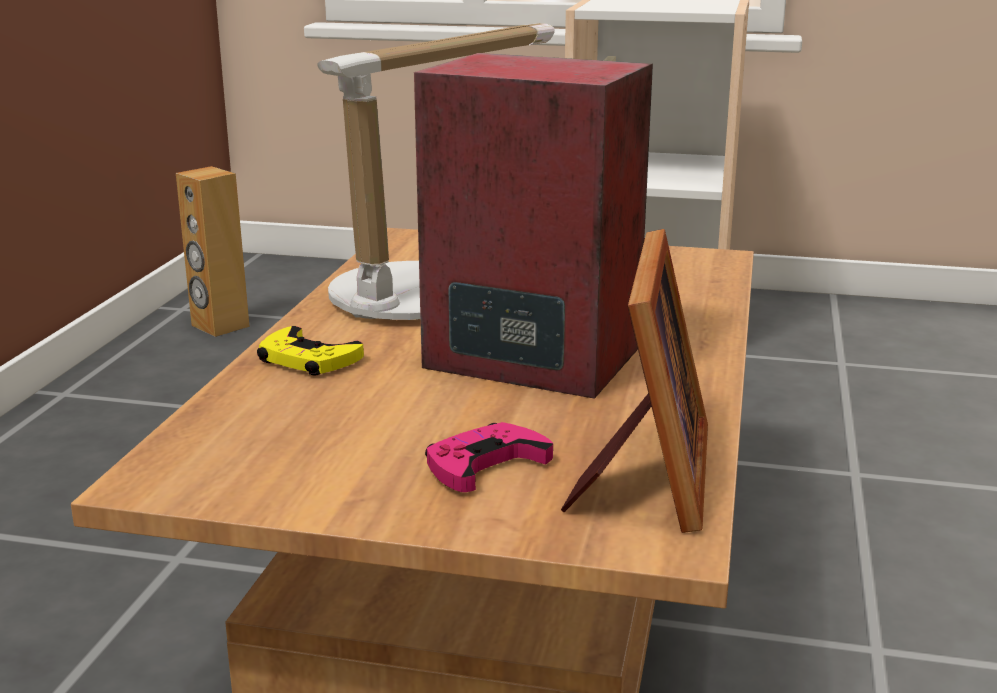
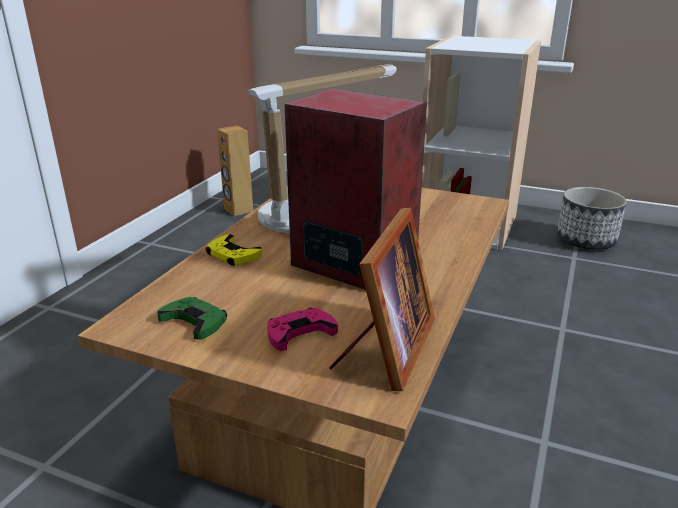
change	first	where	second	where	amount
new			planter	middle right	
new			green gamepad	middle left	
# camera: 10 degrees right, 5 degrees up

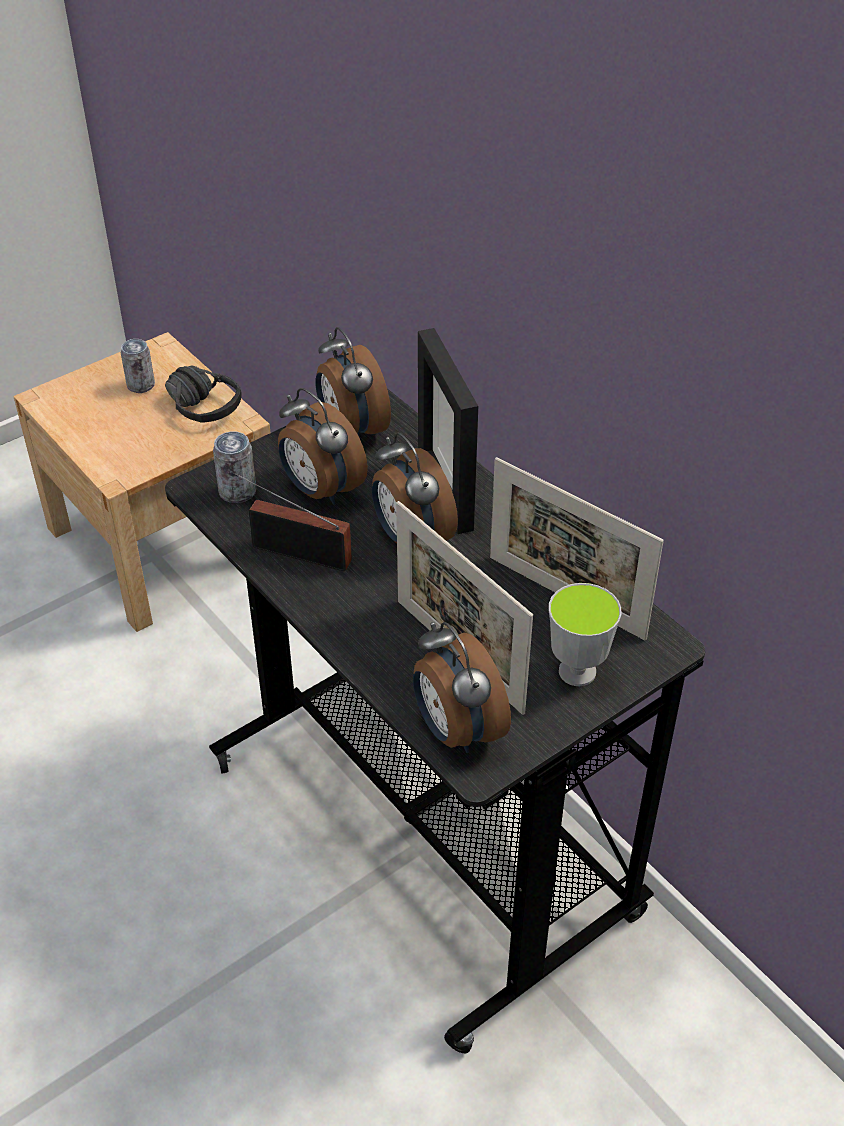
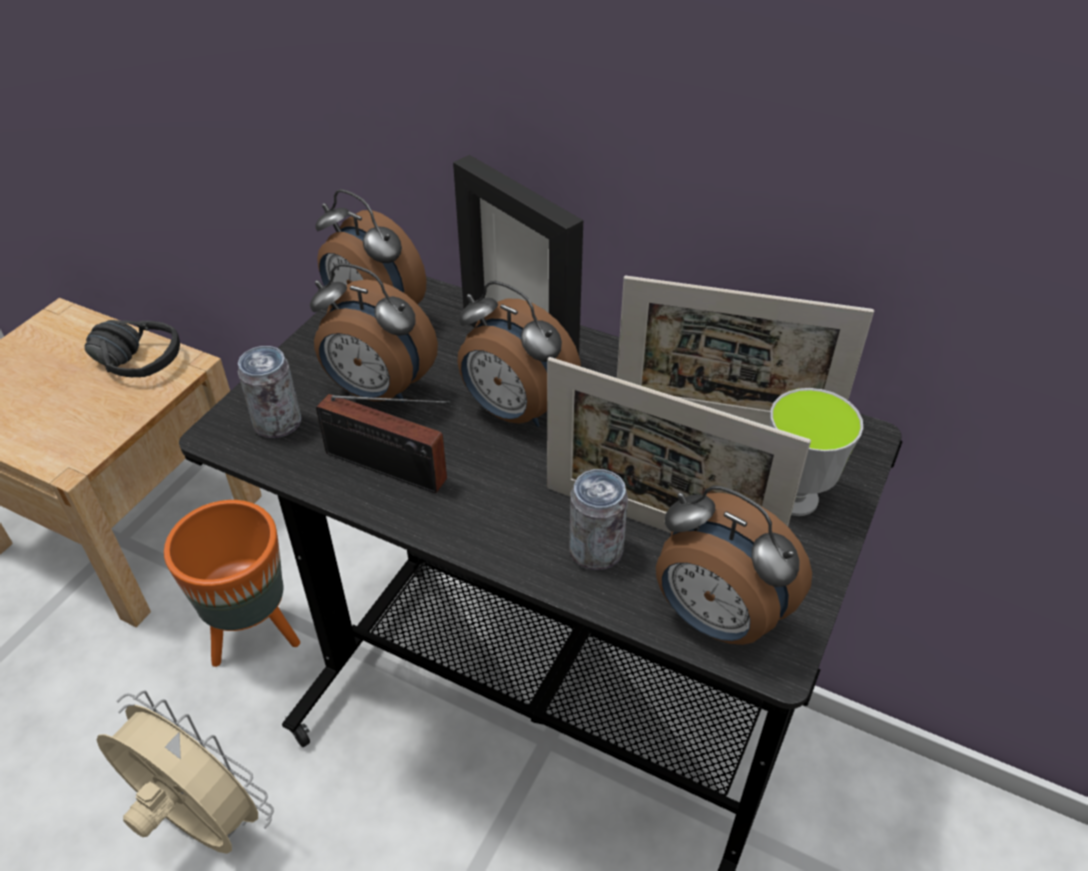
change	first	where	second	where	amount
shifted	can (no. 1 from left in the first image)	top left	can (no. 2 from left)	centre	
rotated	radio receiver	centre		centre	150 degrees counterclockwise
new			orangey planter	bottom left	
new			beige-coloured cooling fan	bottom left	
# camera: 25 degrees left, 0 degrees up

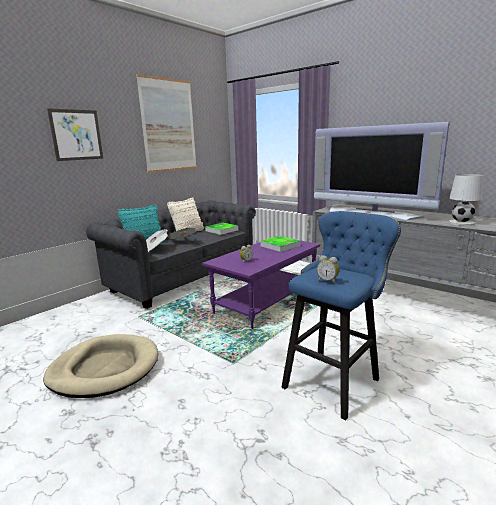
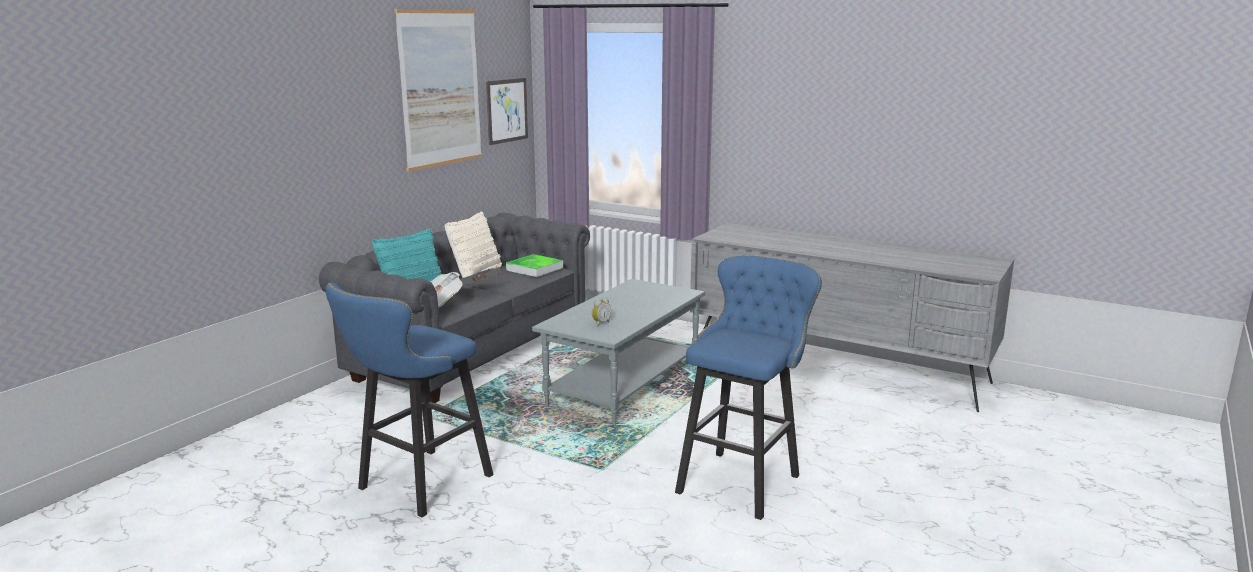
change	first	where	second	where	amount
shifted	picture (no. 1 from left in the first image)	top left	picture (no. 2 from left)	top centre	
gone	TV set	middle right			
gone	whitish table lamp	middle right			
repainted	purple low table	centre	grey low table	centre	
gone	carrying tray (no. 2 from left)	centre			
gone	bedside clock (no. 2 from left)	centre			
swapped	beige-coloured pet bed	bottom left	blue-coloured stool seat (no. 1 from left)	bottom left	
# camera: 10 degrees left, 0 degrees up

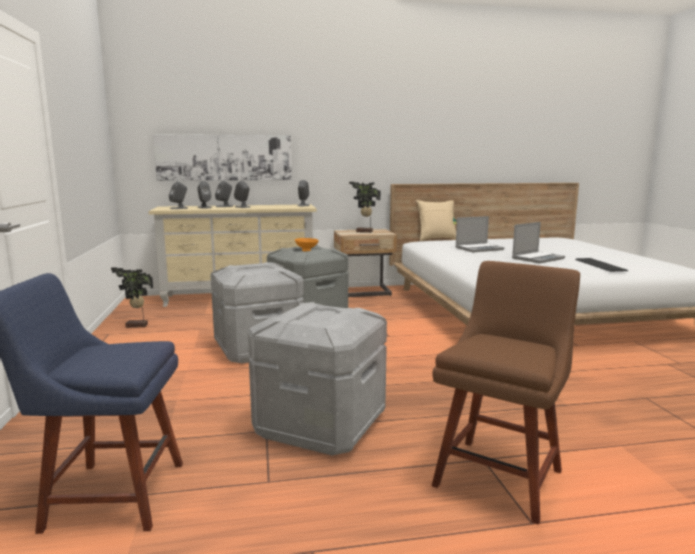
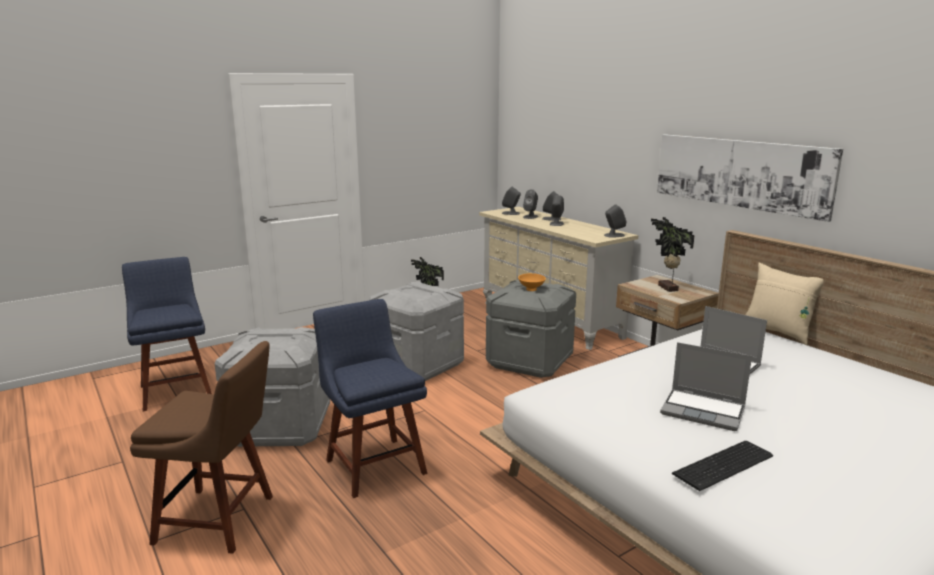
change	first	where	second	where	amount
shifted	picture	top left		top right	
new			blue-coloured chair (no. 2 from left)	bottom centre	
# camera: 65 degrees right, 5 degrees up

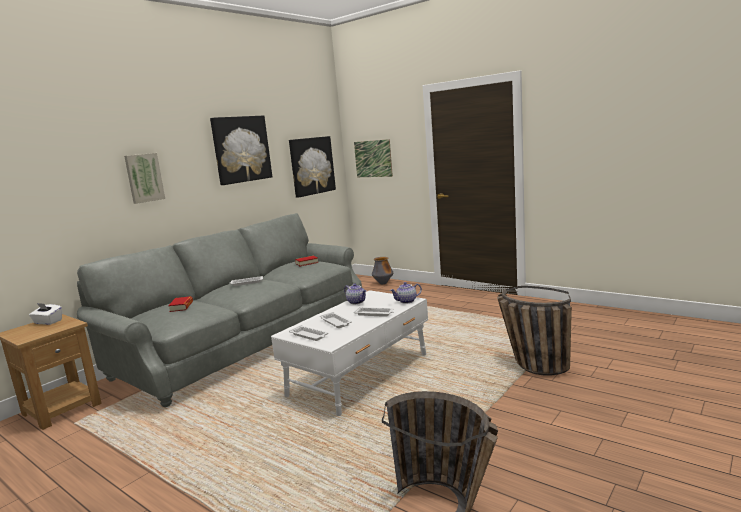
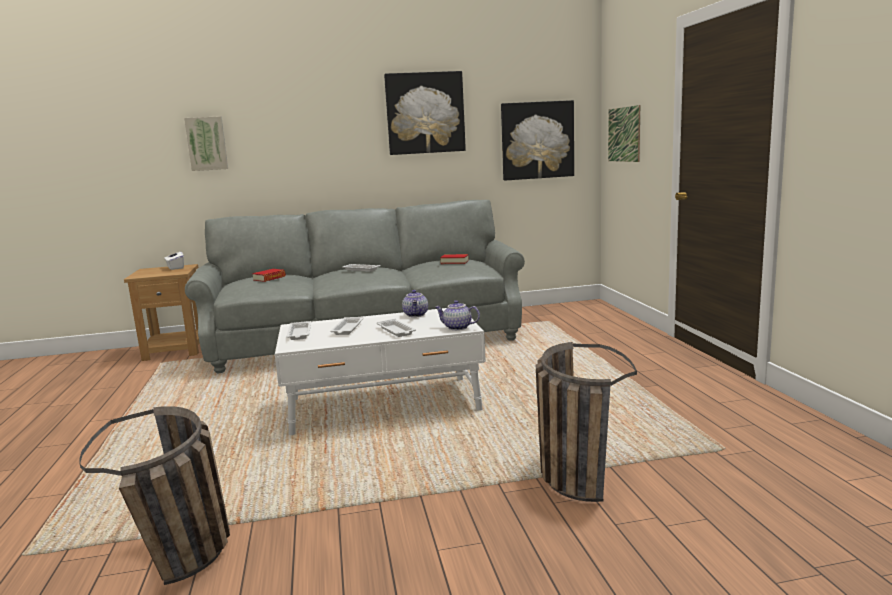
change	first	where	second	where	amount
shifted	picture (no. 1 from left)	middle left		top left	
gone	decorative vase	centre			
# camera: 40 degrees right, 0 degrees up

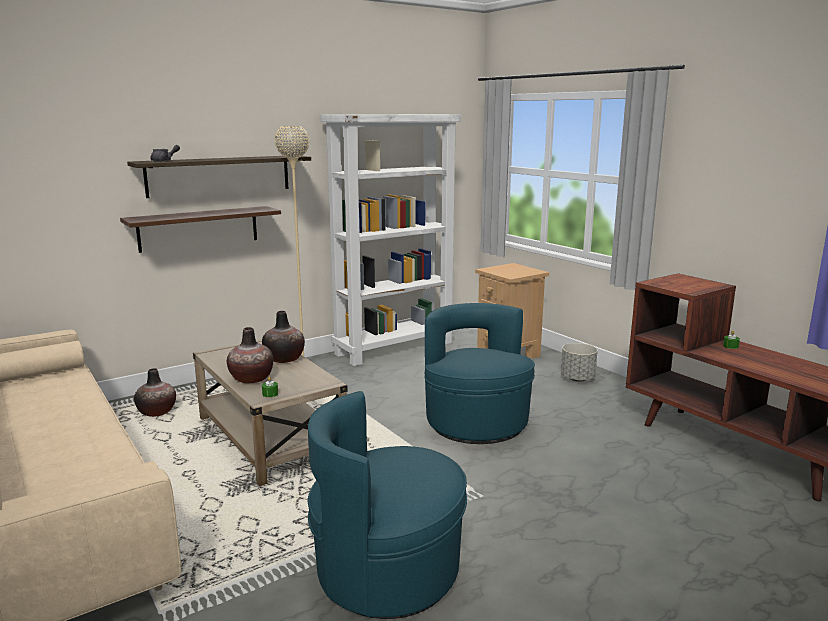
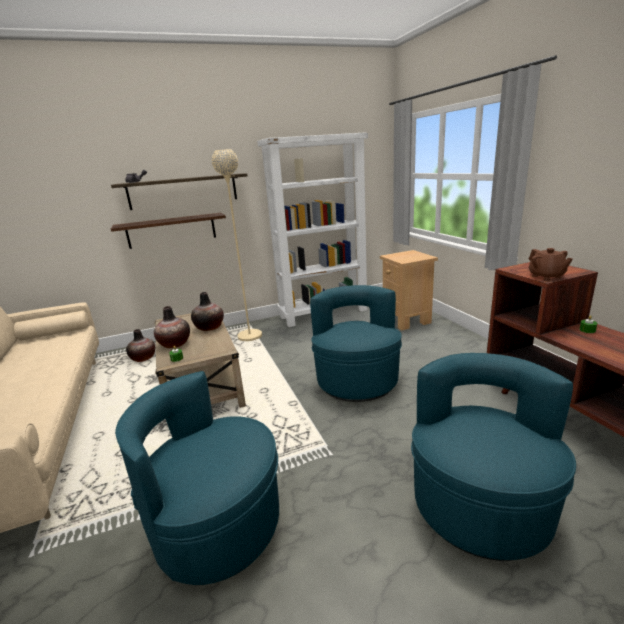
change	first	where	second	where	amount
gone	grey planter	middle right			
new			brownish pot for tea	middle right	
new			blue-green easy chair (no. 3 from left)	bottom right	
# camera: 15 degrees right, 5 degrees up

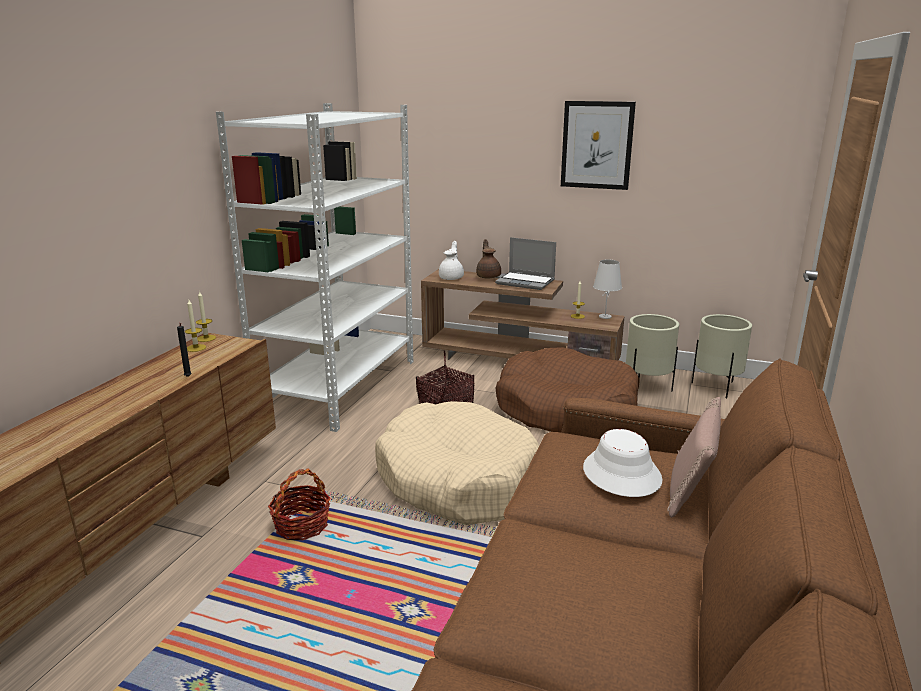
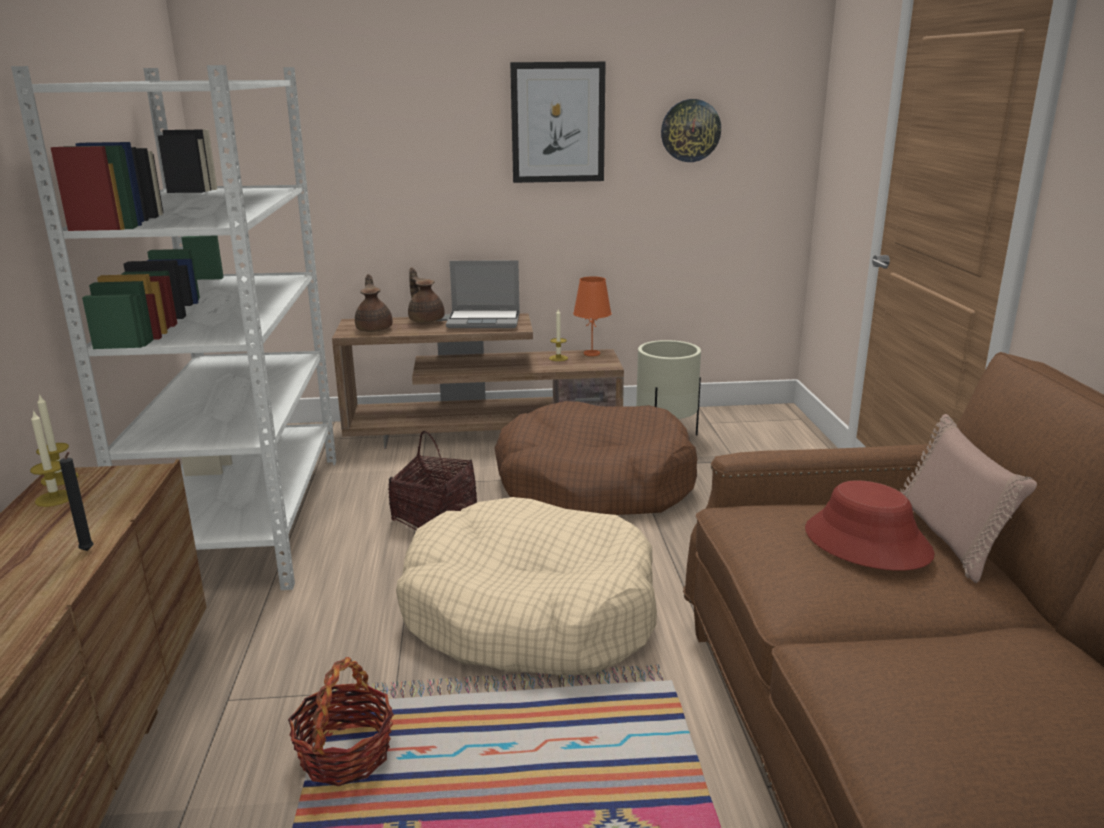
change	first	where	second	where	amount
repainted	whitish pot for tea	centre	brownish pot for tea (no. 1 from left)	centre	
repainted	whitish table lamp	centre	orangey table lamp	centre	
gone	beige-coloured planter (no. 2 from left)	middle right			
repainted	whitish wearable hat	bottom right	red wearable hat	middle right	
new			wall clock	top centre	
# camera: 25 degrees left, 0 degrees up

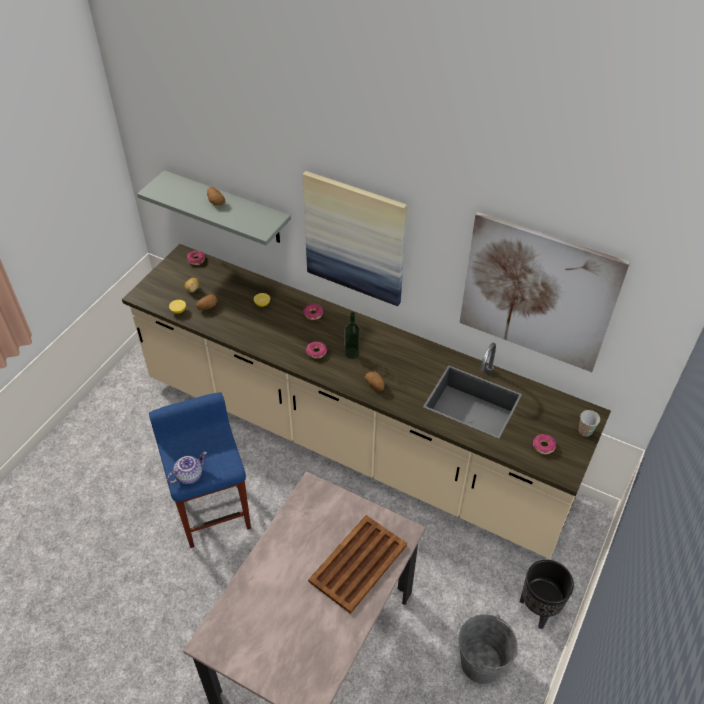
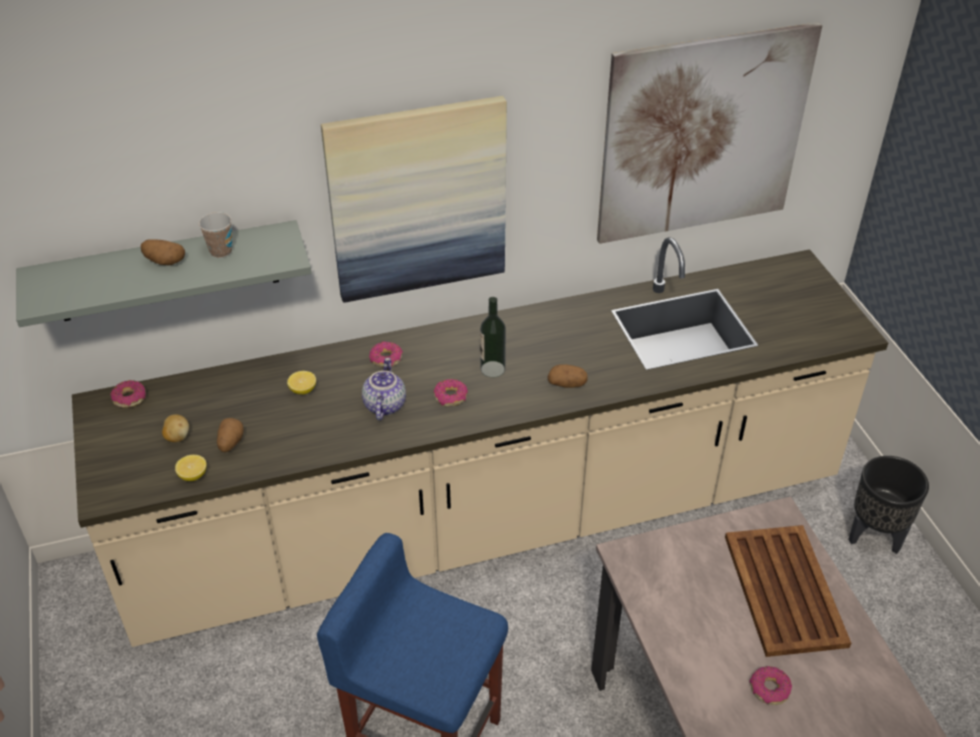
change	first	where	second	where	amount
shifted	small cup	middle right		top left	
shifted	ring doughnut (no. 4 from left)	middle right		bottom right	
shifted	pot for tea	middle left		centre	
gone	grey water bucket	bottom right			
# camera: 45 degrees left, 5 degrees down

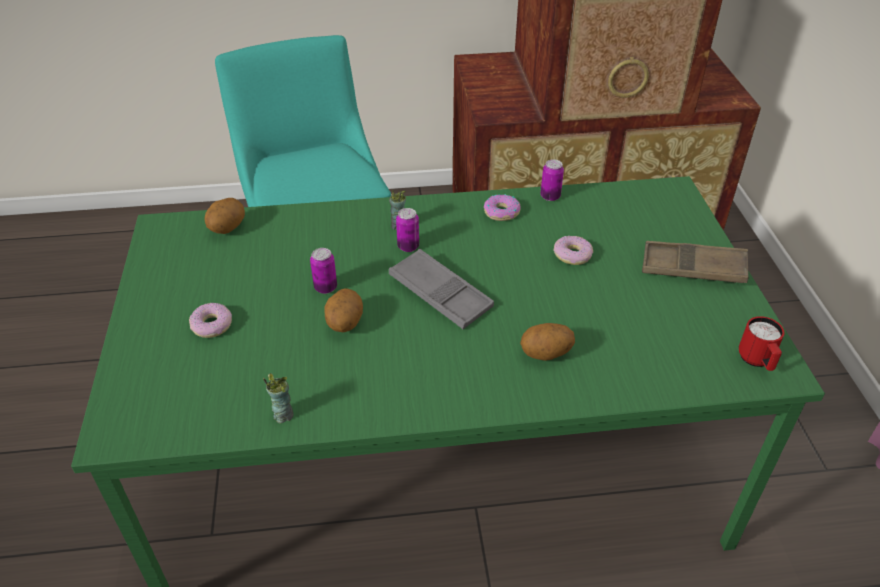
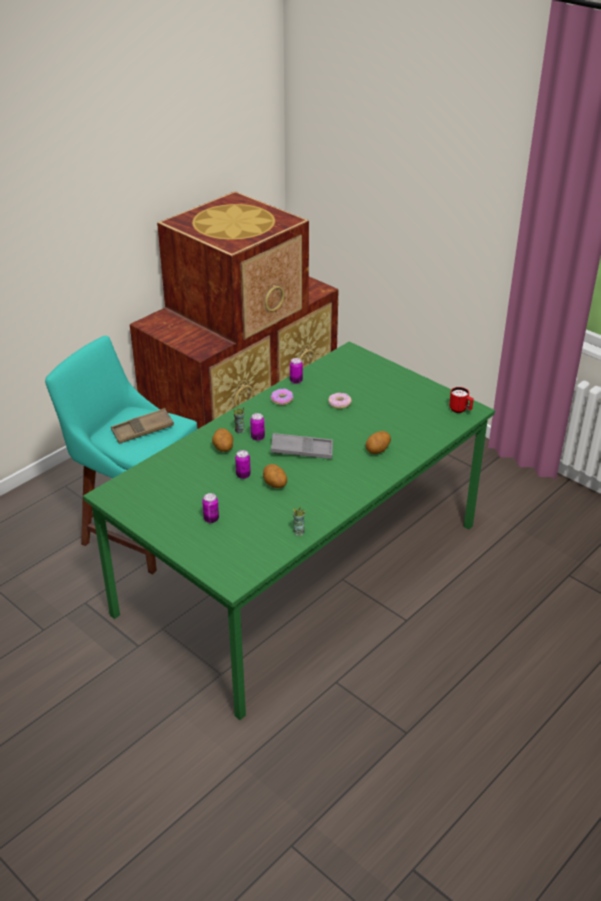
change	first	where	second	where	amount
shifted	whole potato (no. 1 from left)	middle left		centre	
shifted	brownish carrying tray	middle right		middle left	
swapped	ring doughnut (no. 1 from left)	middle left	can (no. 1 from left)	centre	
# camera: 40 degrees left, 5 degrees down

